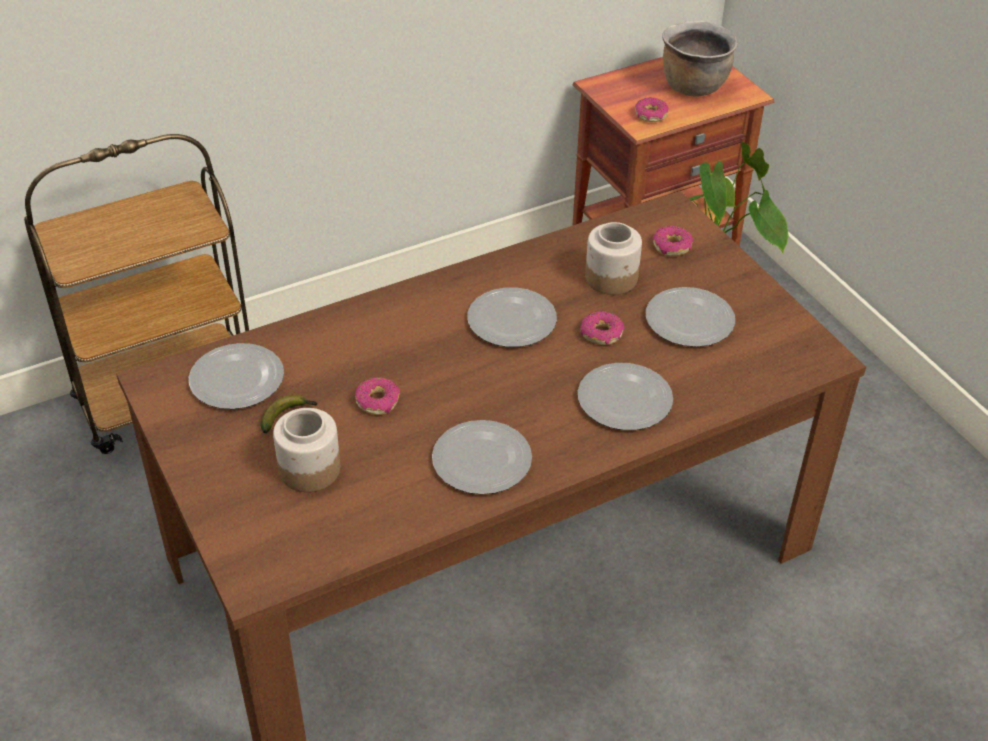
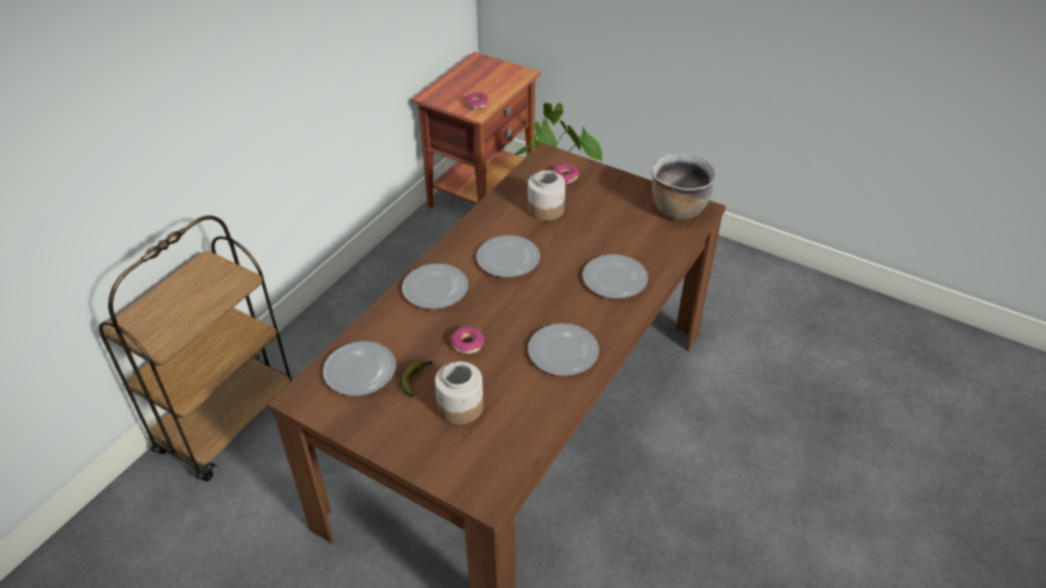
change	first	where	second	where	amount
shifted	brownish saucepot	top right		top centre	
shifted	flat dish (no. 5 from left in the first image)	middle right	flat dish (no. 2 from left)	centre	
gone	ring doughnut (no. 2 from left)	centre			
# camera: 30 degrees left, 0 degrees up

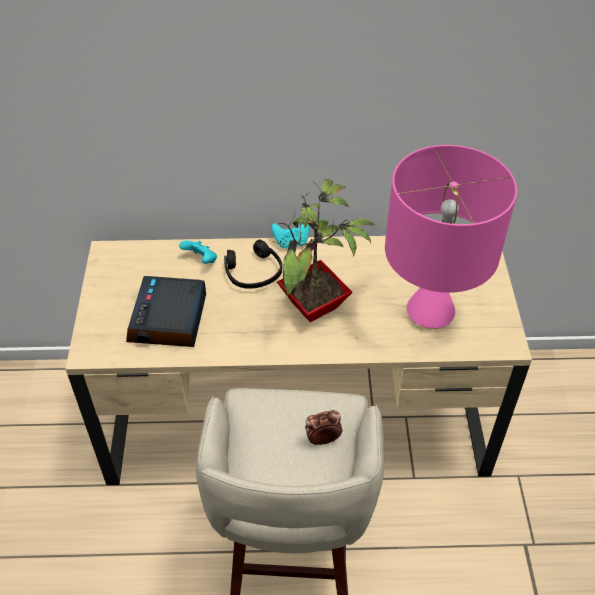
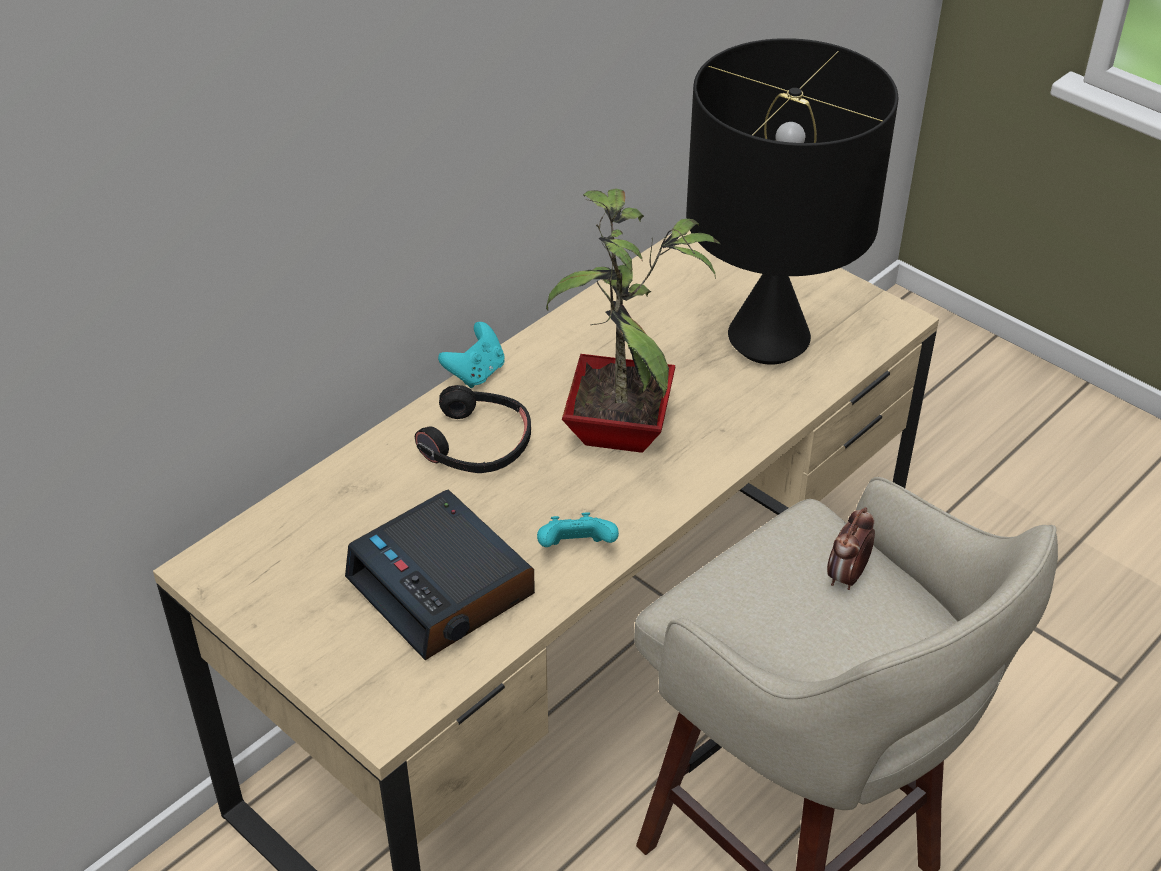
change	first	where	second	where	amount
repainted	pink table lamp	middle right	black-coloured table lamp	top right	
shifted	blue-green gamepad (no. 1 from left in the first image)	middle left	blue-green gamepad (no. 2 from left)	centre	
# camera: 45 degrees left, 5 degrees down

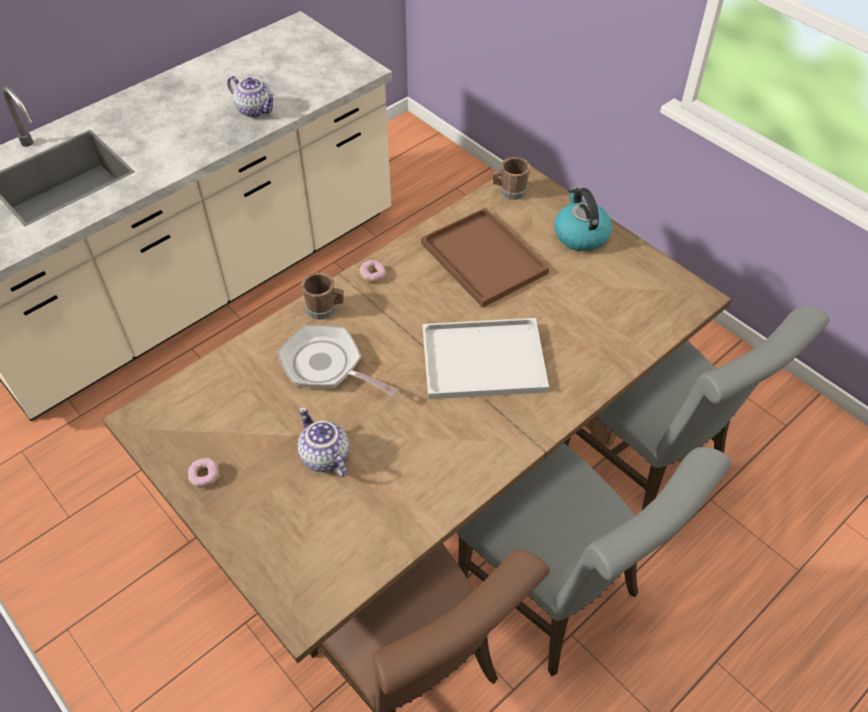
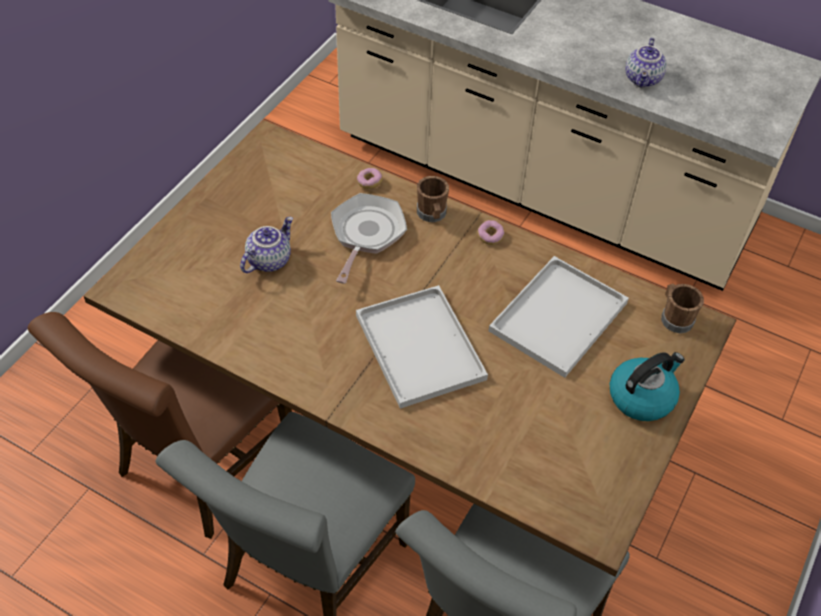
change	first	where	second	where	amount
repainted	brownish carrying tray	centre	whitish carrying tray (no. 2 from left)	middle right	
shifted	ring doughnut (no. 1 from left)	middle left		top centre	
# camera: 70 degrees right, 0 degrees up

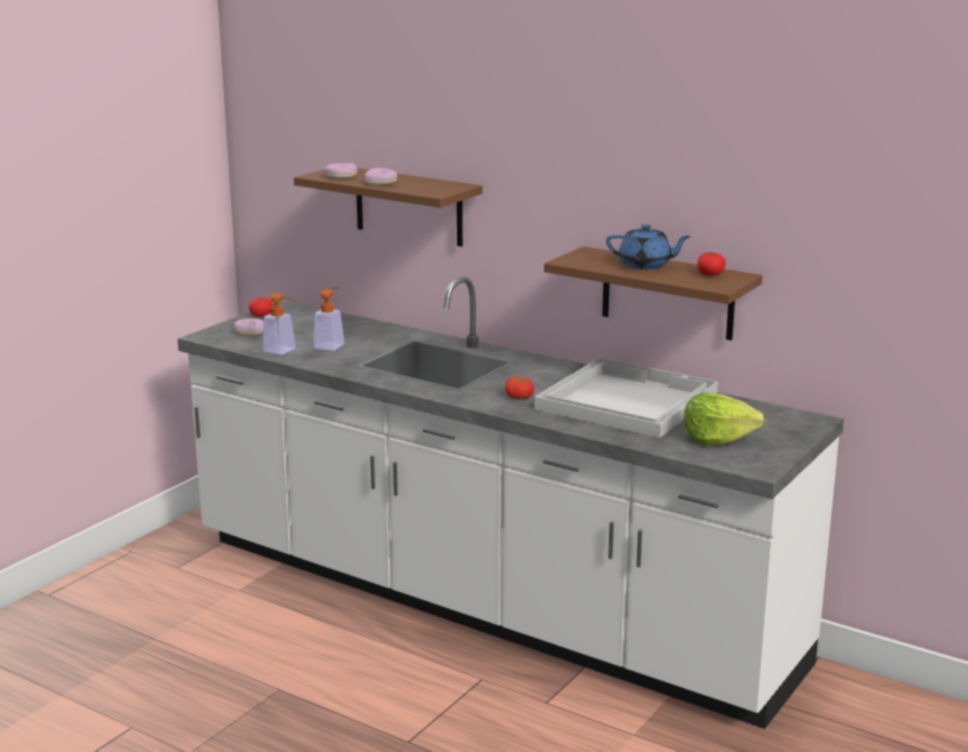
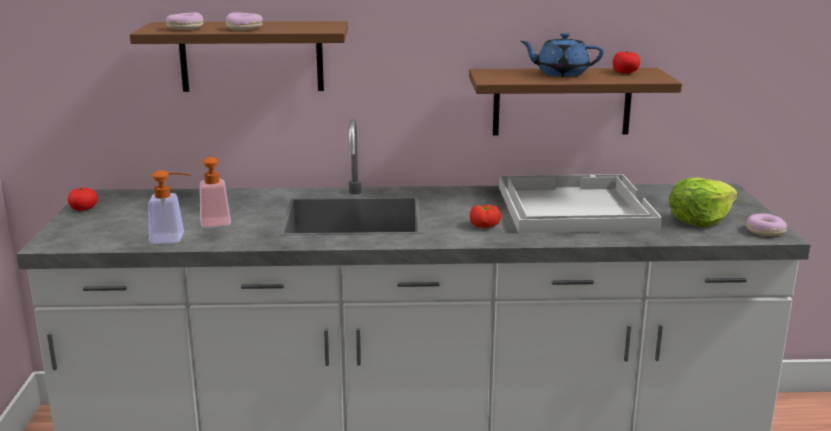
change	first	where	second	where	amount
rotated	blue-coloured pot for tea	top right		top right	150 degrees counterclockwise
shifted	ring doughnut (no. 1 from left in the first image)	middle left	ring doughnut (no. 3 from left)	middle right	
# camera: 35 degrees left, 0 degrees up

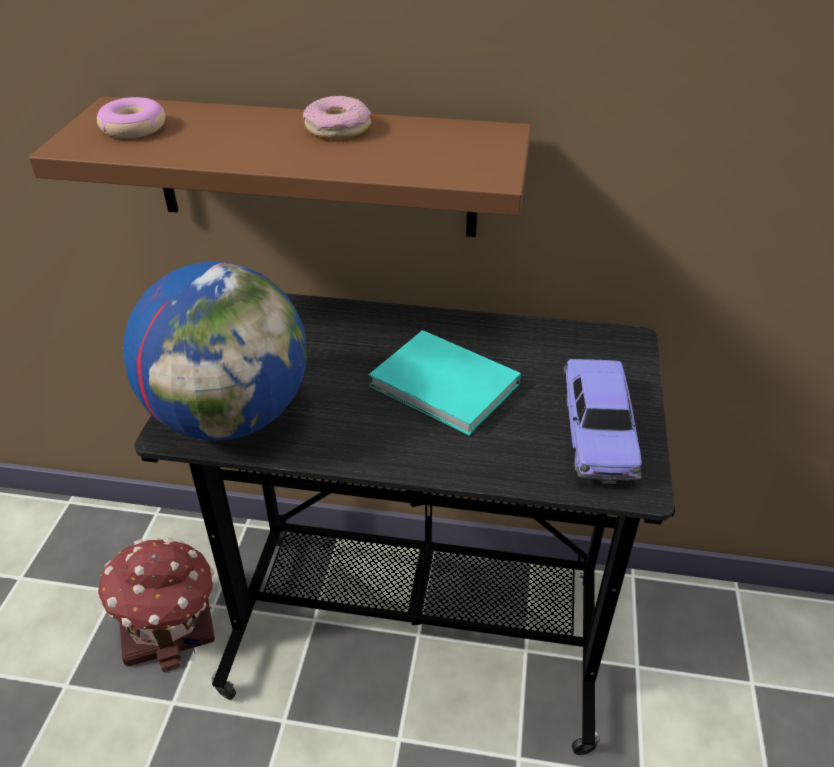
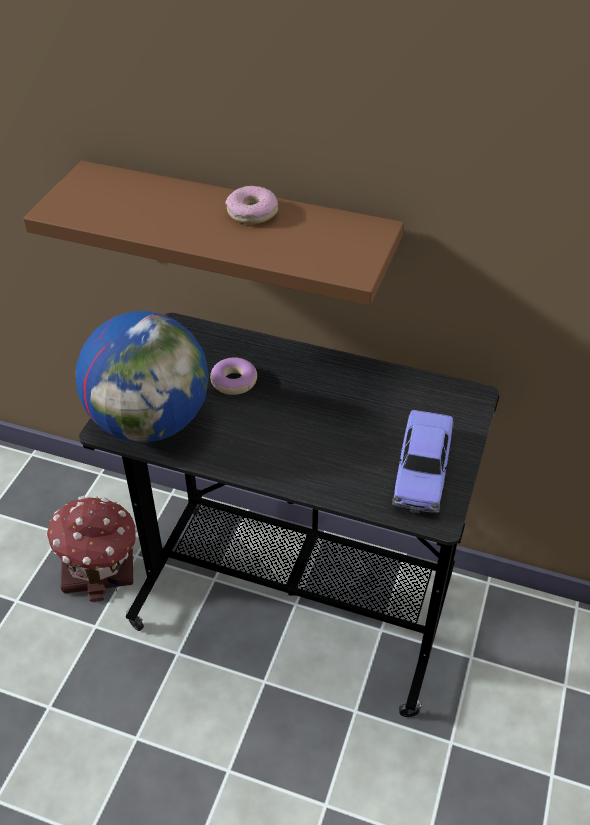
change	first	where	second	where	amount
shifted	ring doughnut (no. 1 from left)	top left		centre	
gone	blue-green bound book	centre			
# camera: 10 degrees right, 5 degrees up

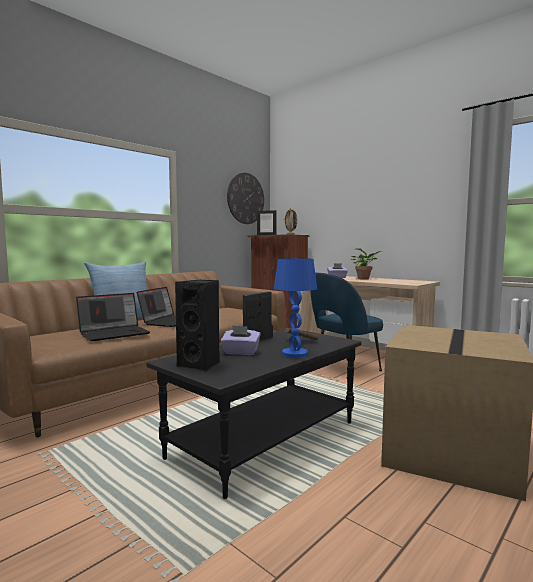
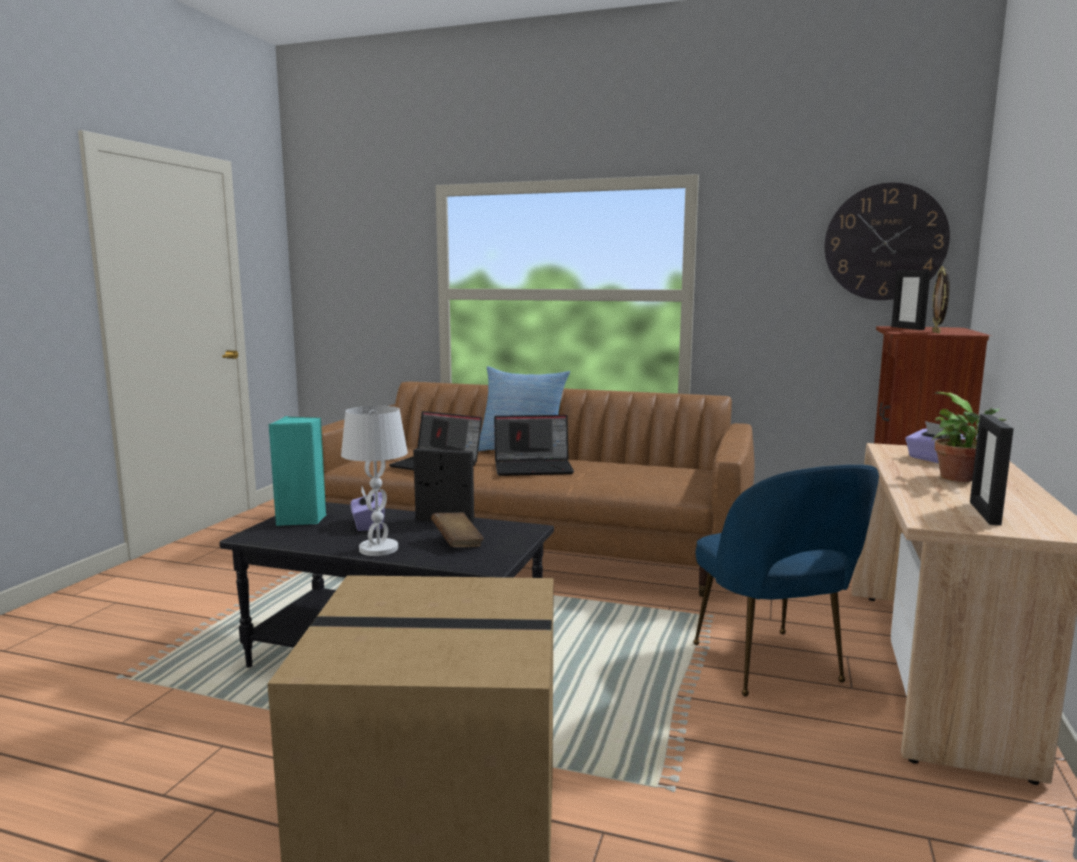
change	first	where	second	where	amount
repainted	blue-coloured table lamp	centre	whitish table lamp	centre	
rotated	blue-coloured chair	centre		bottom right	135 degrees counterclockwise
repainted	black-coloured speaker	centre	blue-green speaker	middle left	
new			picture frame (no. 4 from left)	middle right	
# camera: 65 degrees right, 5 degrees up

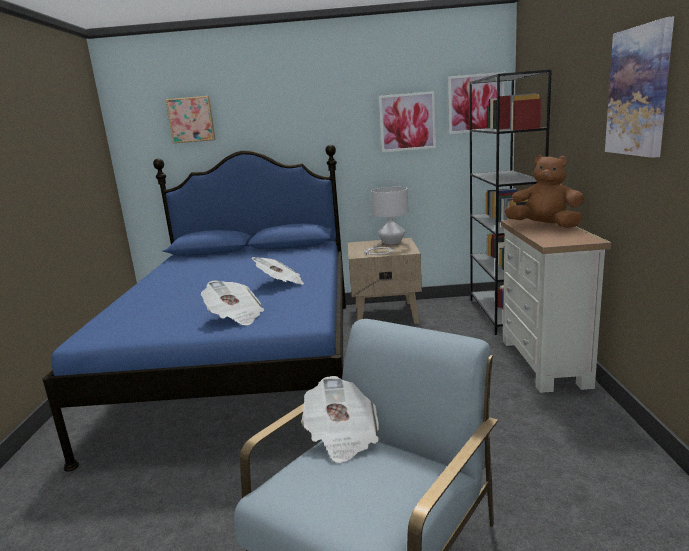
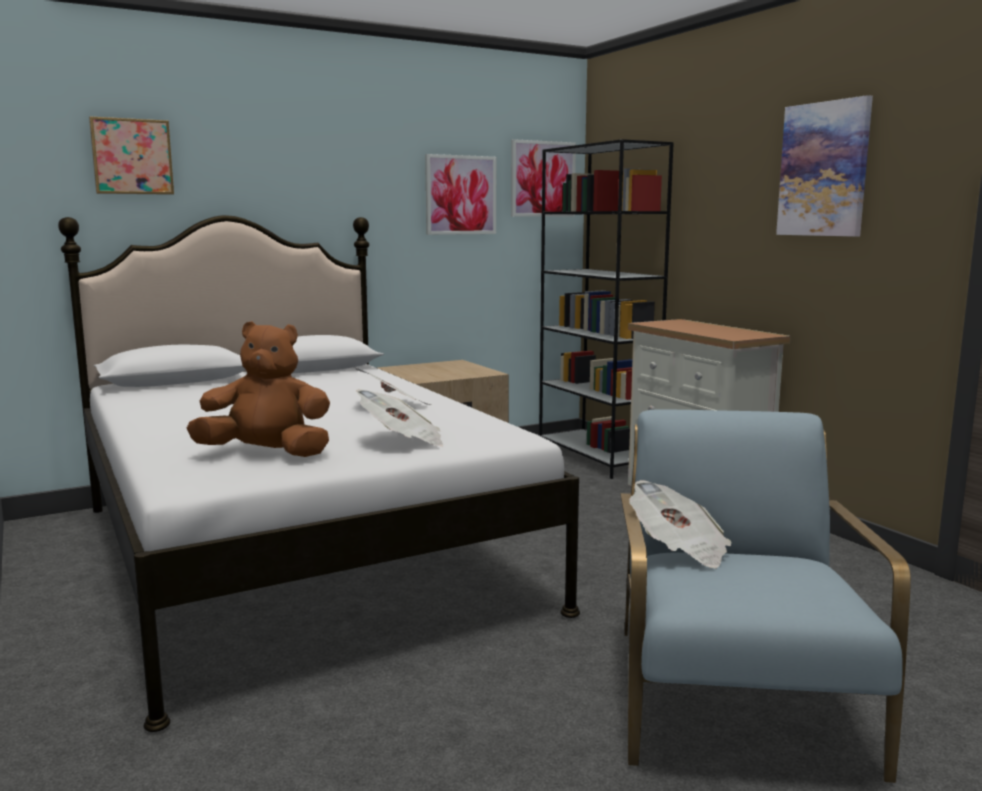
change	first	where	second	where	amount
repainted	blue-coloured bedroom bed	middle left	whitish bedroom bed	middle left	
shifted	brownish plush toy	middle right		middle left	
gone	grey table lamp	centre			
# camera: 30 degrees left, 5 degrees down

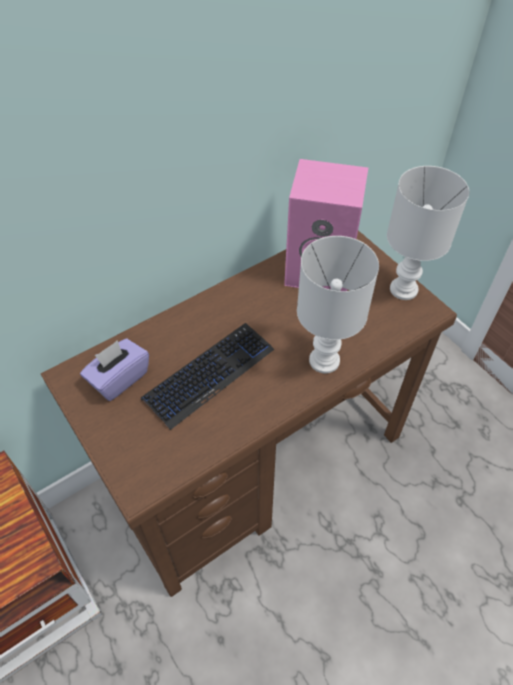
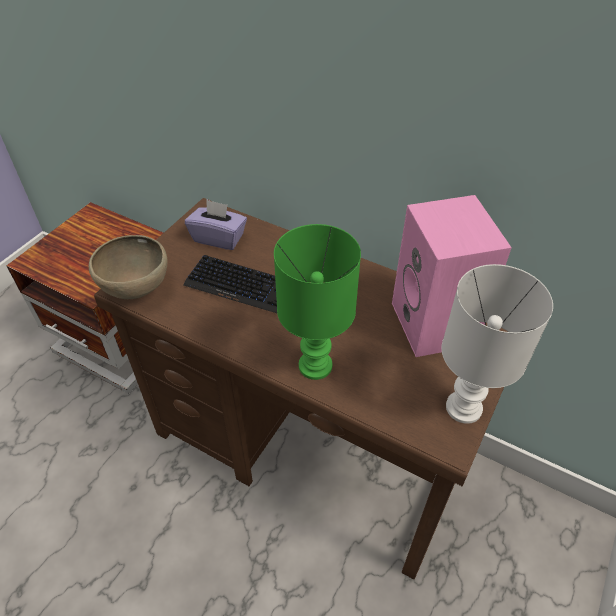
change	first	where	second	where	amount
repainted	whitish table lamp (no. 1 from left)	centre	green table lamp	centre	
new			brownish serving bowl	middle left	
# camera: 65 degrees right, 5 degrees down

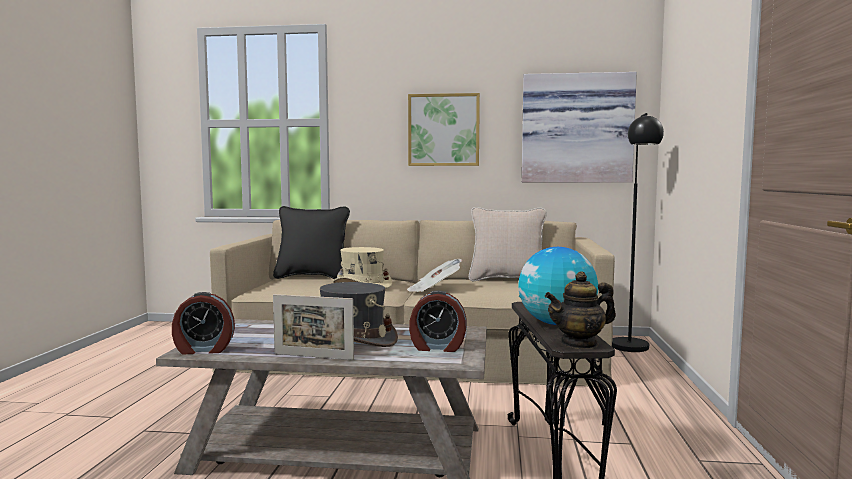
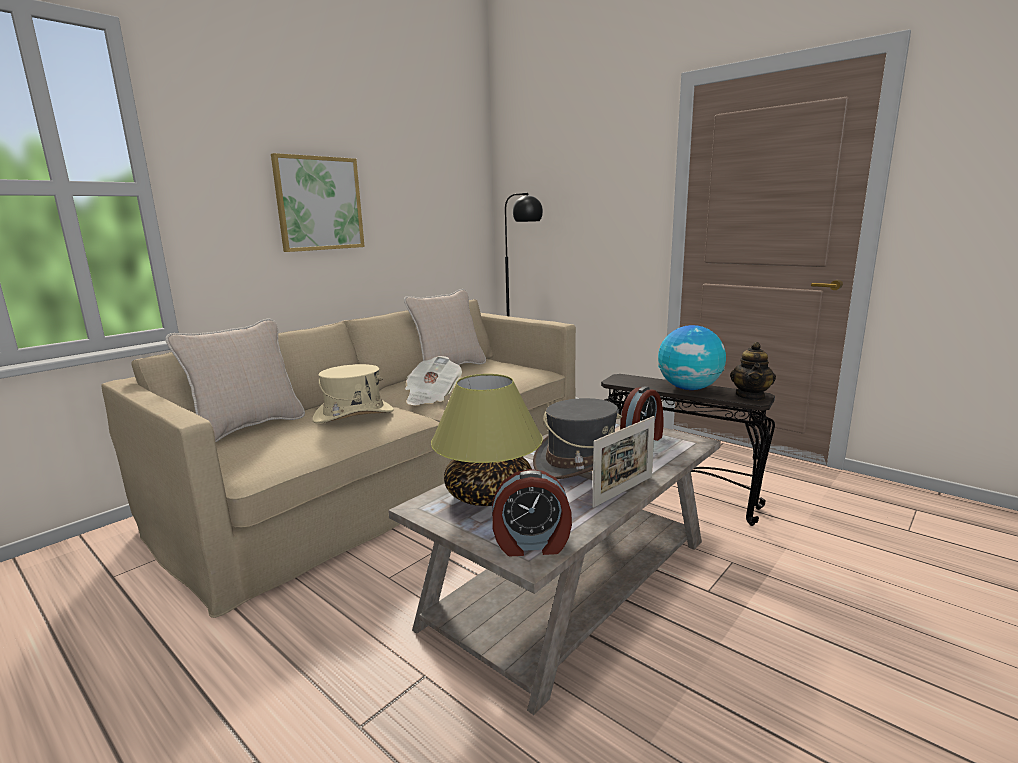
change	first	where	second	where	amount
gone	picture (no. 2 from left)	top right			
repainted	black-coloured throw pillow	centre	beige-coloured throw pillow (no. 1 from left)	middle left	
rotated	bedside clock (no. 1 from left)	bottom left		bottom centre	60 degrees clockwise
new			table lamp	centre	
# camera: 55 degrees left, 10 degrees up

